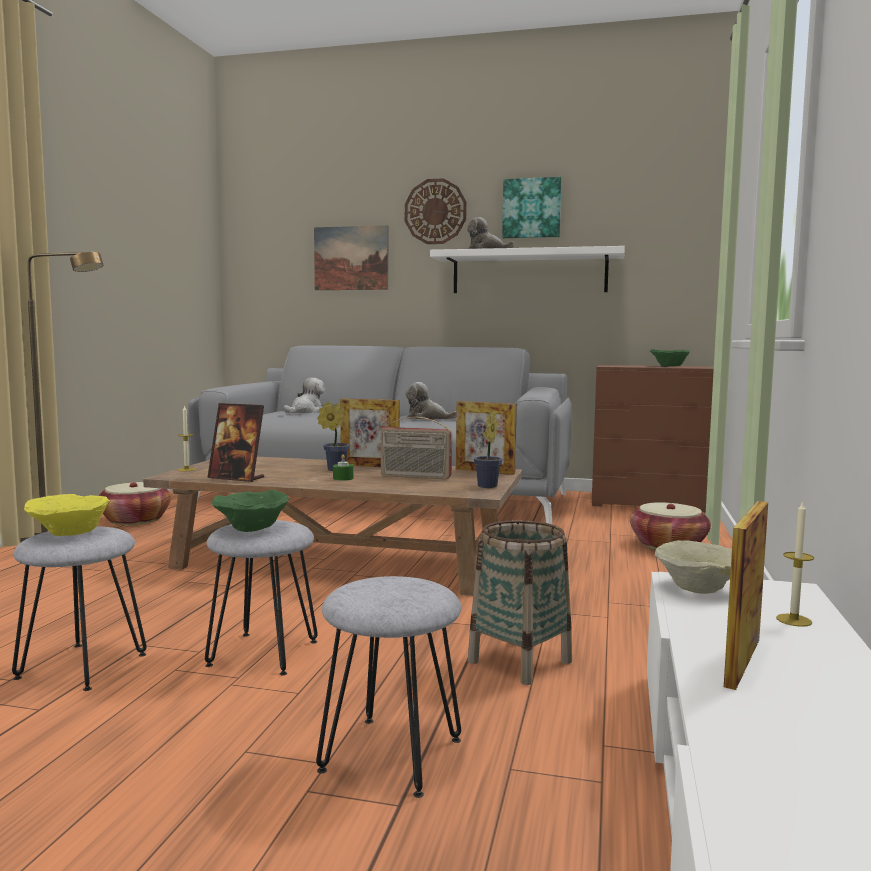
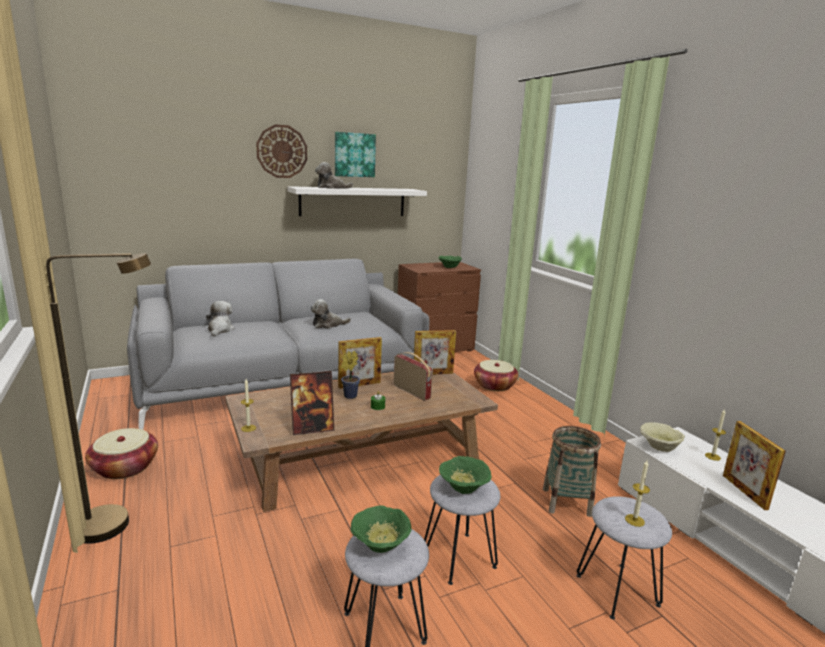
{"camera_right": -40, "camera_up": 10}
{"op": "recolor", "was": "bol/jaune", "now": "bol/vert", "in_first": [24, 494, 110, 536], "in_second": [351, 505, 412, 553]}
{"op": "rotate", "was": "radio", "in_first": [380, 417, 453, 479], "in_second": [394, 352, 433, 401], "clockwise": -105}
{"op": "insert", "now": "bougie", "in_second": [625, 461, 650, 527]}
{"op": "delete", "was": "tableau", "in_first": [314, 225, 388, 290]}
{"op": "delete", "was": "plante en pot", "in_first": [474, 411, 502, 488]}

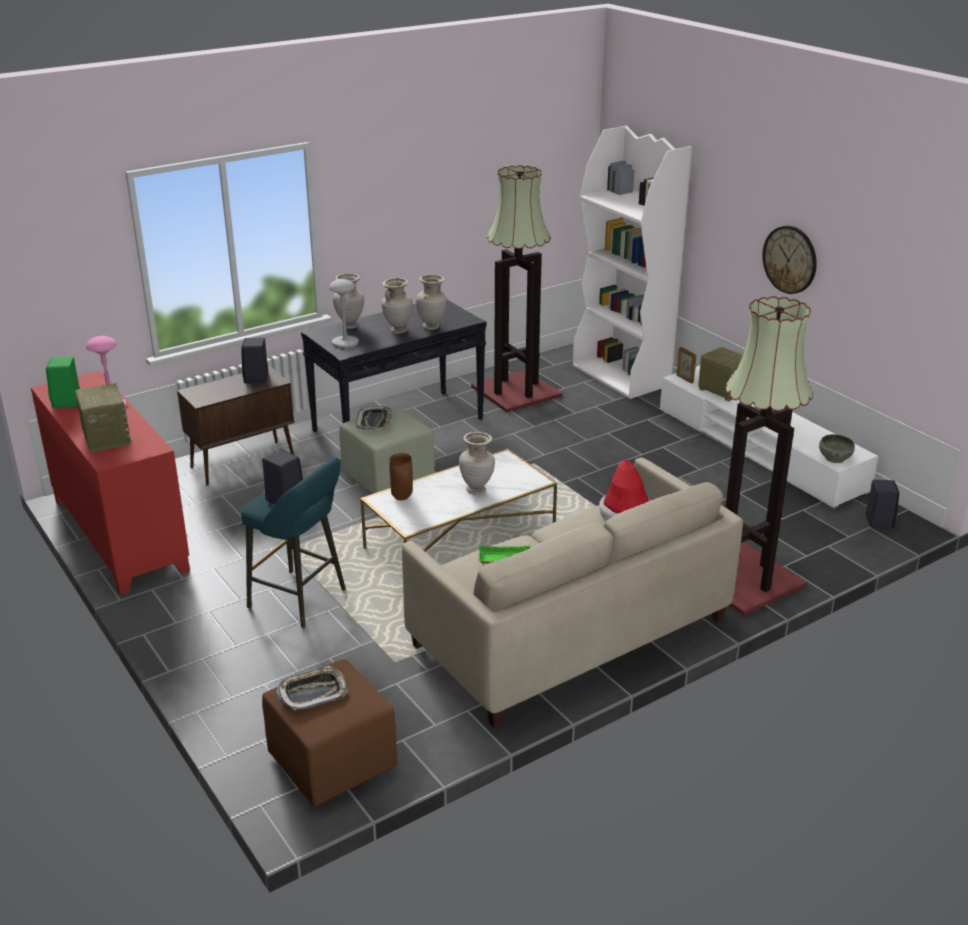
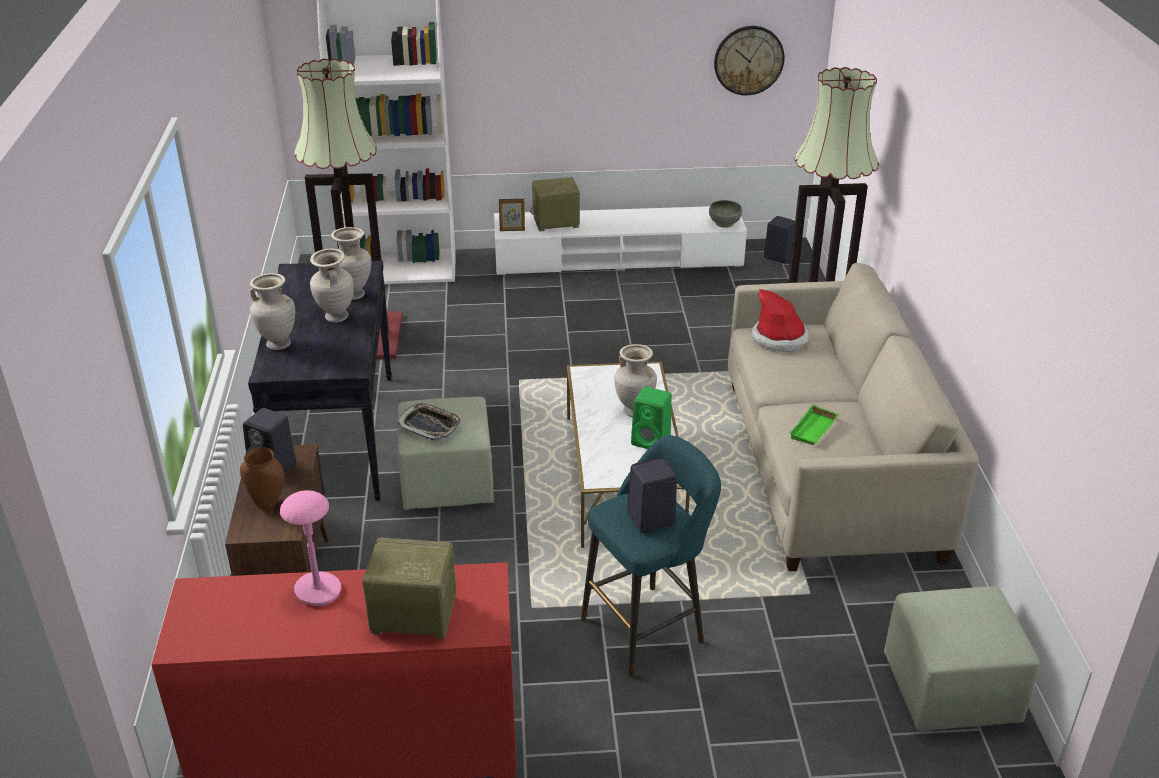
{"camera_right": -60, "camera_up": 5}
{"op": "move", "was": "vase/marron", "in_first": [389, 453, 413, 500], "in_second": [240, 447, 285, 511]}
{"op": "move", "was": "enceinte/vert", "in_first": [46, 357, 80, 408], "in_second": [631, 387, 672, 449]}
{"op": "move", "was": "horloge murale", "in_first": [762, 226, 817, 294], "in_second": [714, 26, 785, 95]}
{"op": "recolor", "was": "pouf/marron", "now": "pouf/vert", "in_first": [262, 659, 398, 807], "in_second": [884, 586, 1040, 732]}
{"op": "delete", "was": "plateau", "in_first": [276, 666, 348, 711]}
{"op": "delete", "was": "lampe de table/gris", "in_first": [329, 279, 359, 348]}

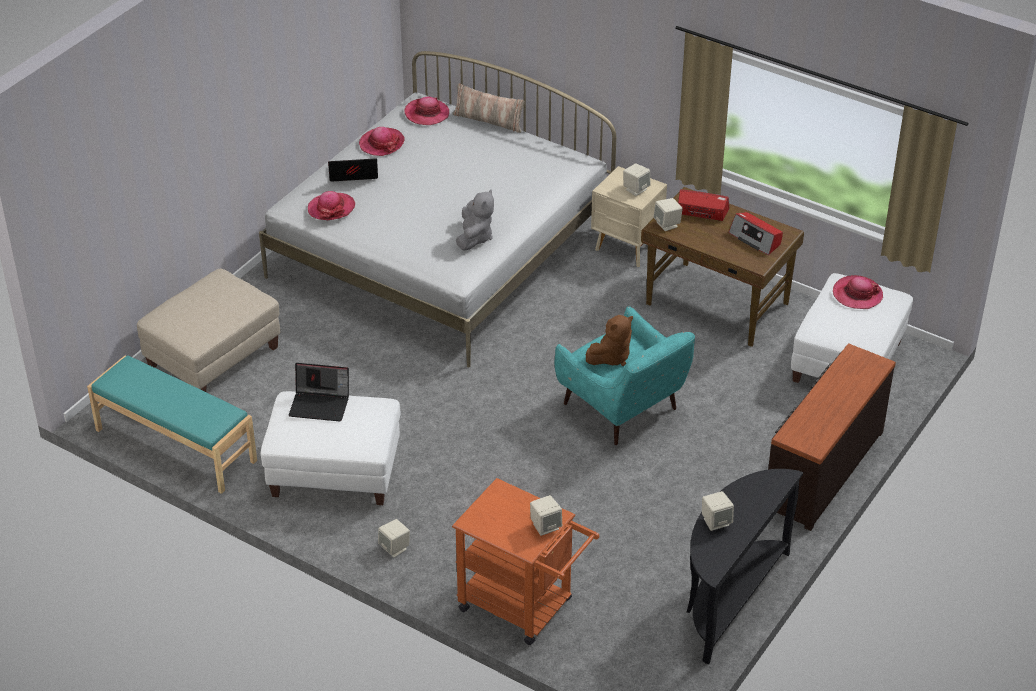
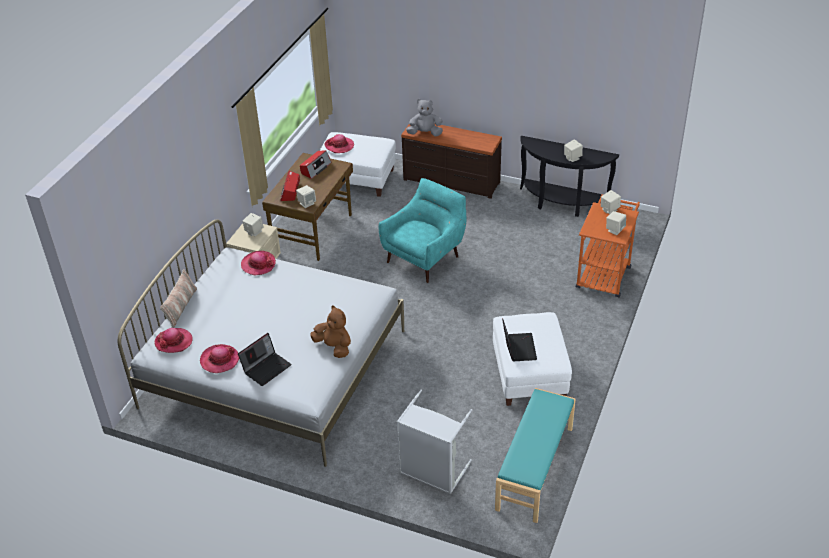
{"camera_right": -100, "camera_up": 0}
{"op": "rotate", "was": "ordinateur portable", "in_first": [328, 158, 378, 182], "in_second": [238, 333, 292, 386], "clockwise": -120}
{"op": "move", "was": "chapeau", "in_first": [308, 191, 355, 220], "in_second": [241, 251, 276, 275]}
{"op": "move", "was": "peluche/marron", "in_first": [586, 315, 633, 366], "in_second": [310, 306, 351, 358]}
{"op": "replace", "was": "pouf/beige", "now": "panier à linge/gris", "in_first": [137, 269, 280, 392], "in_second": [397, 390, 472, 494]}
{"op": "move", "was": "peluche/gris", "in_first": [456, 189, 494, 251], "in_second": [406, 99, 443, 136]}
{"op": "move", "was": "enceinte/beige", "in_first": [378, 519, 410, 558], "in_second": [606, 211, 626, 235]}

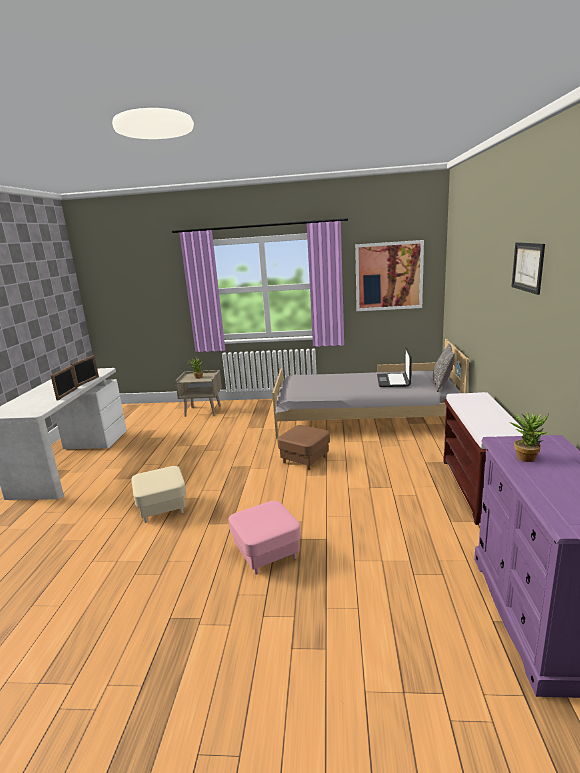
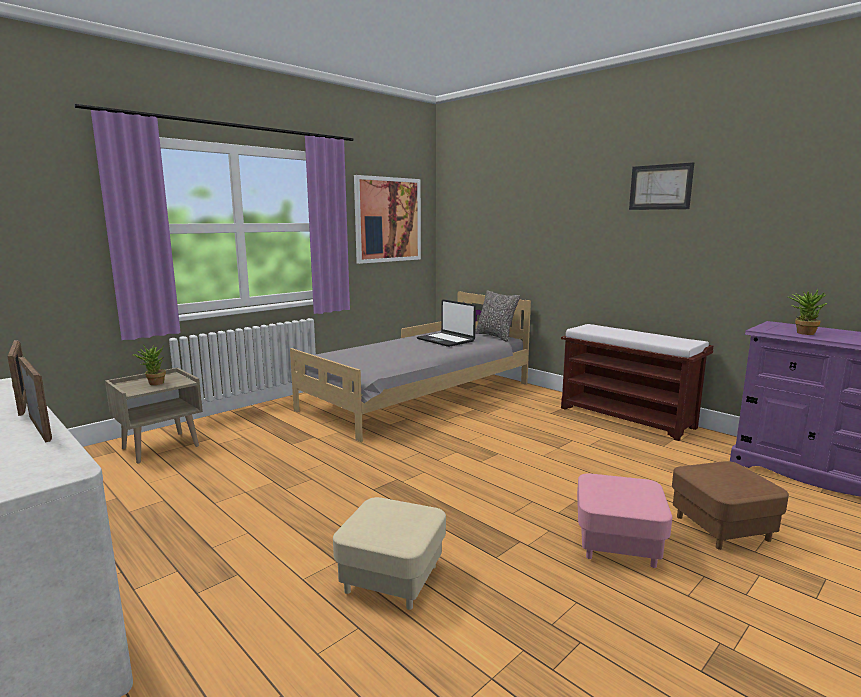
{"camera_right": -50, "camera_up": -5}
{"op": "move", "was": "pouf/marron", "in_first": [277, 425, 330, 470], "in_second": [672, 461, 789, 550]}

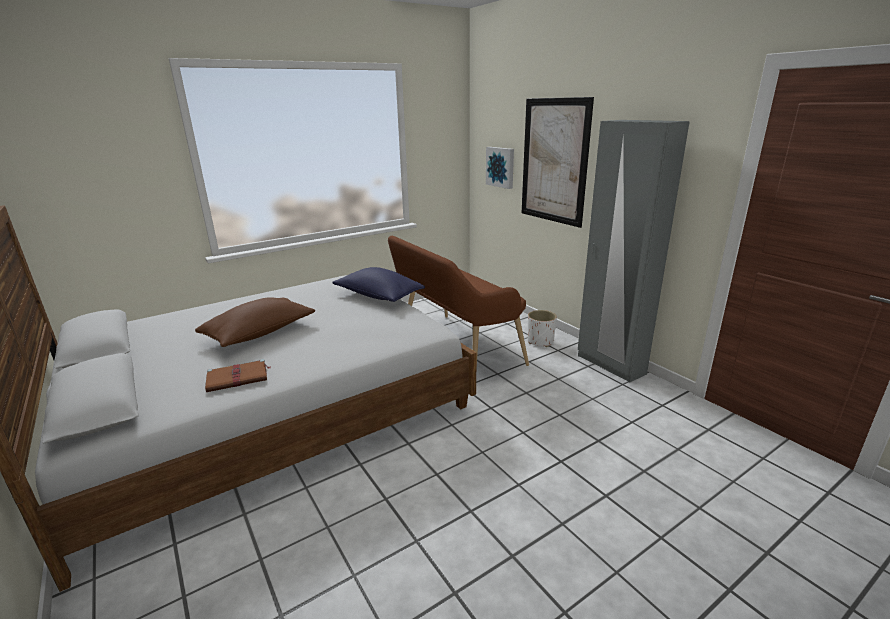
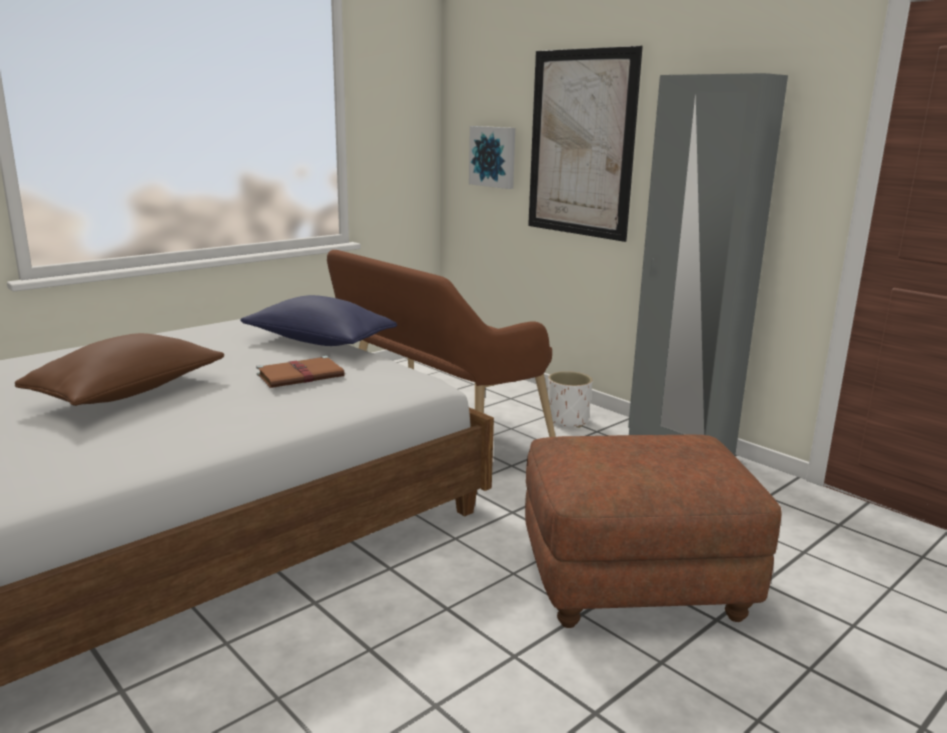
{"camera_right": -10, "camera_up": -5}
{"op": "move", "was": "livre/marron", "in_first": [205, 359, 271, 392], "in_second": [256, 356, 345, 388]}
{"op": "insert", "now": "pouf/marron", "in_second": [525, 434, 782, 628]}

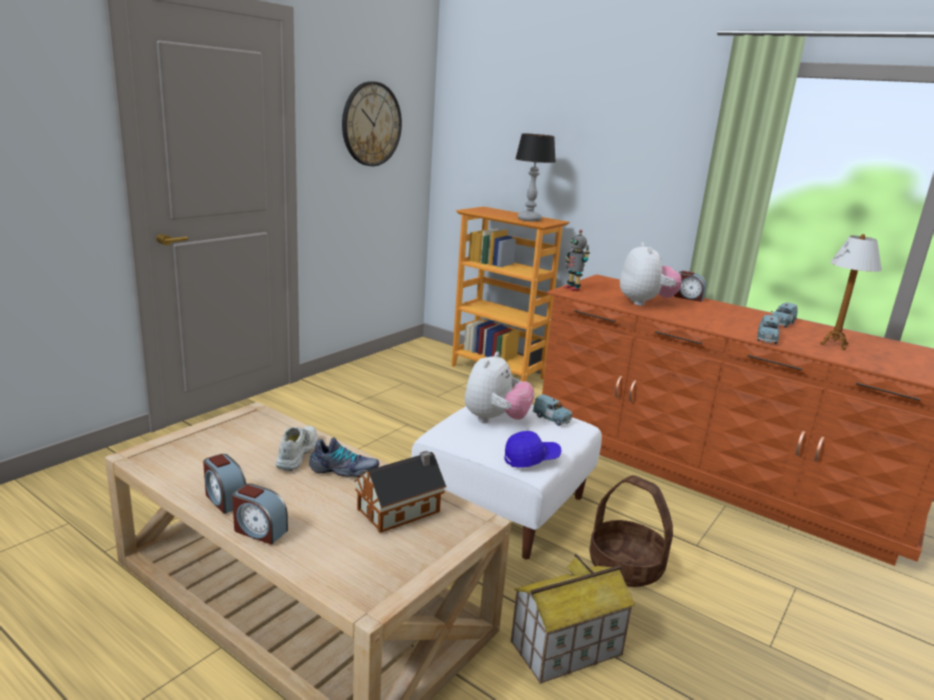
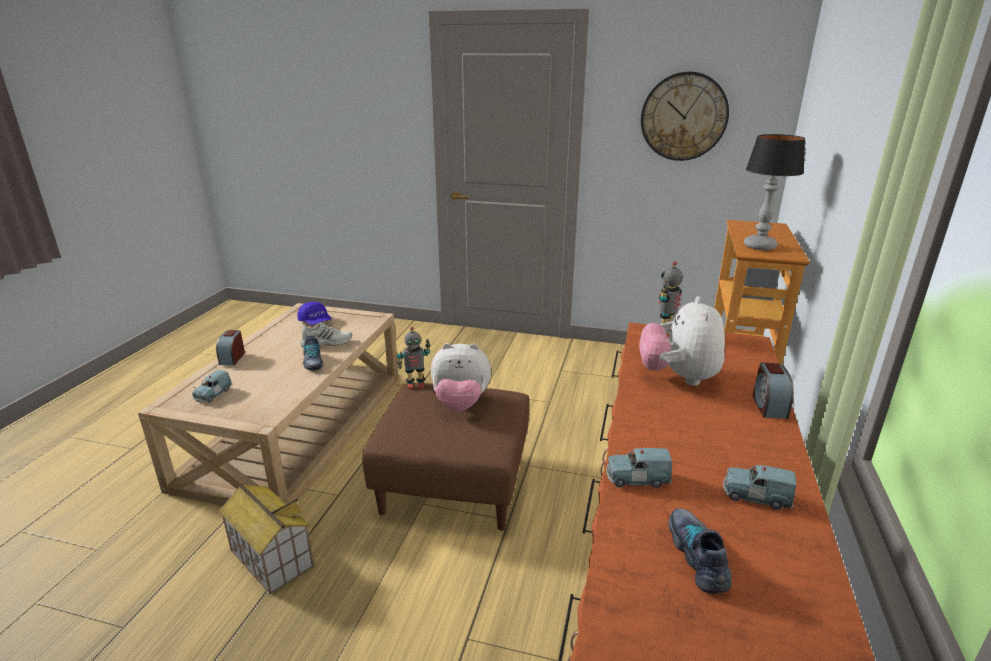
{"camera_right": 70, "camera_up": 5}
{"op": "move", "was": "petite voiture/bleu", "in_first": [533, 394, 572, 426], "in_second": [192, 370, 233, 403]}
{"op": "move", "was": "casquette/bleu", "in_first": [504, 431, 562, 468], "in_second": [298, 302, 332, 325]}
{"op": "recolor", "was": "pouf/blanc", "now": "pouf/marron", "in_first": [411, 405, 602, 560], "in_second": [362, 383, 529, 531]}
{"op": "insert", "now": "robot jouet", "in_second": [397, 327, 430, 389]}
{"op": "rotate", "was": "peluche", "in_first": [620, 242, 682, 306], "in_second": [639, 296, 725, 386], "clockwise": 120}
{"op": "replace", "was": "lampe de table", "now": "chaussure", "in_first": [820, 234, 882, 350], "in_second": [669, 508, 732, 594]}
{"op": "delete", "was": "réveil", "in_first": [203, 454, 246, 514]}
{"op": "delete", "was": "maison miniature", "in_first": [354, 451, 446, 533]}
{"op": "delete", "was": "panier", "in_first": [589, 475, 673, 587]}

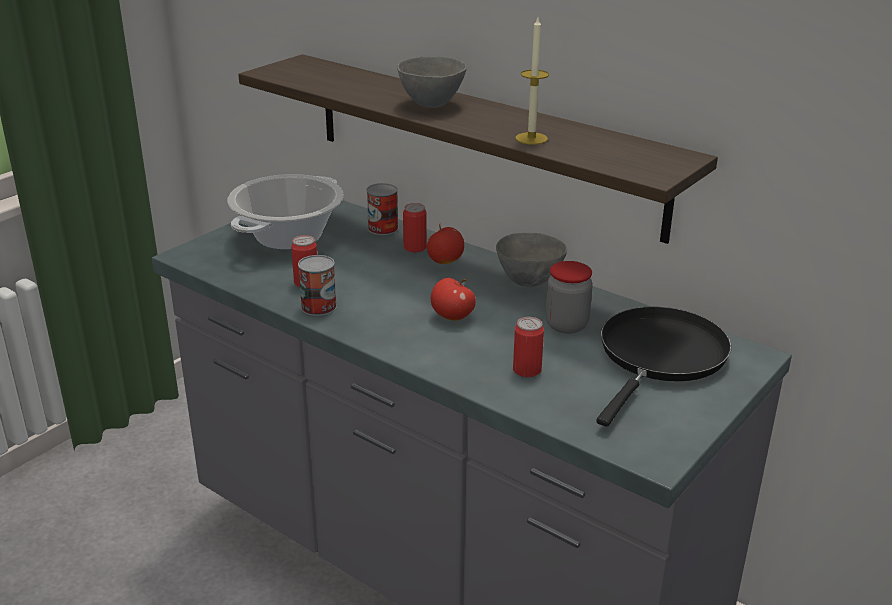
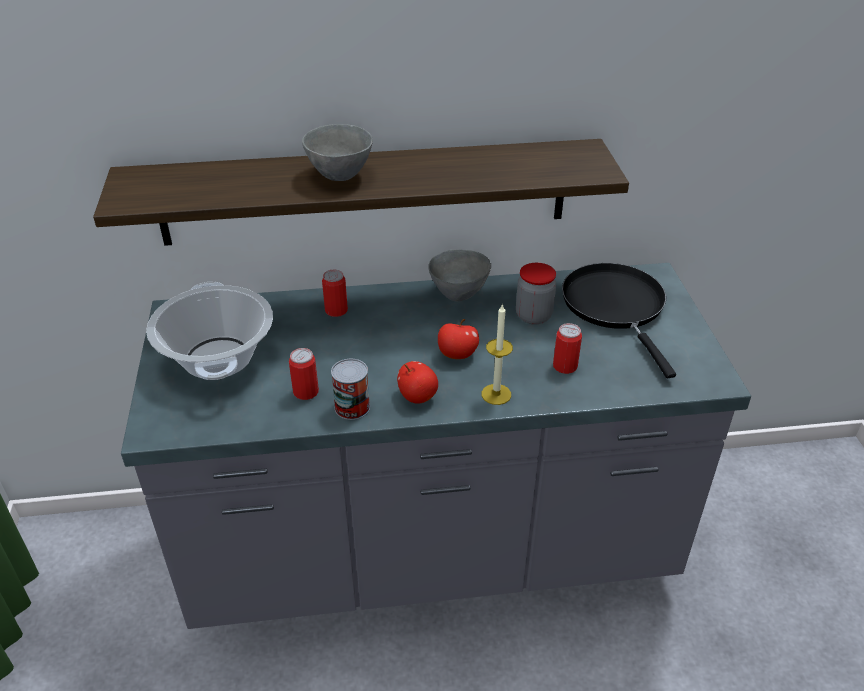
{"camera_right": -45, "camera_up": 10}
{"op": "move", "was": "pomme", "in_first": [427, 223, 464, 264], "in_second": [397, 361, 438, 404]}
{"op": "move", "was": "bougie", "in_first": [516, 17, 549, 145], "in_second": [482, 304, 513, 405]}
{"op": "delete", "was": "boîte métallique", "in_first": [366, 183, 398, 235]}

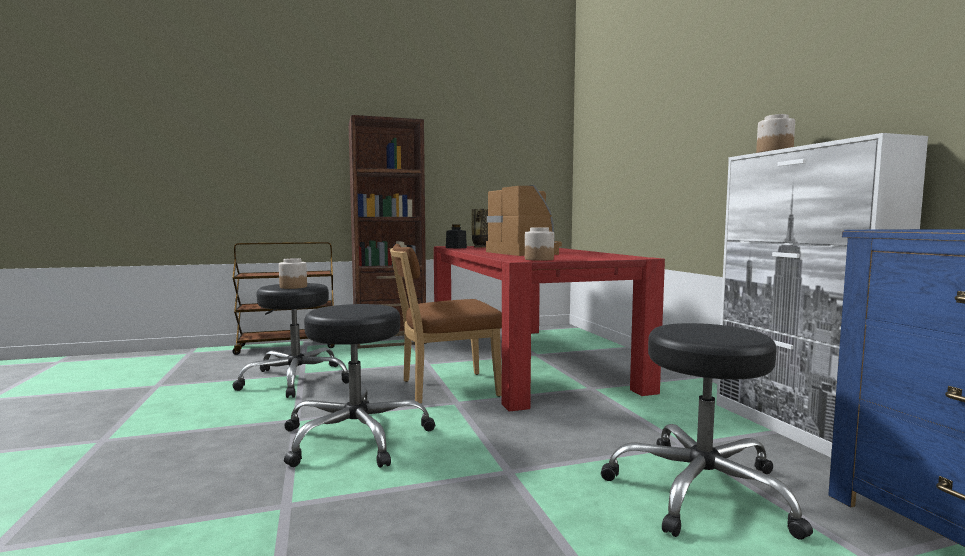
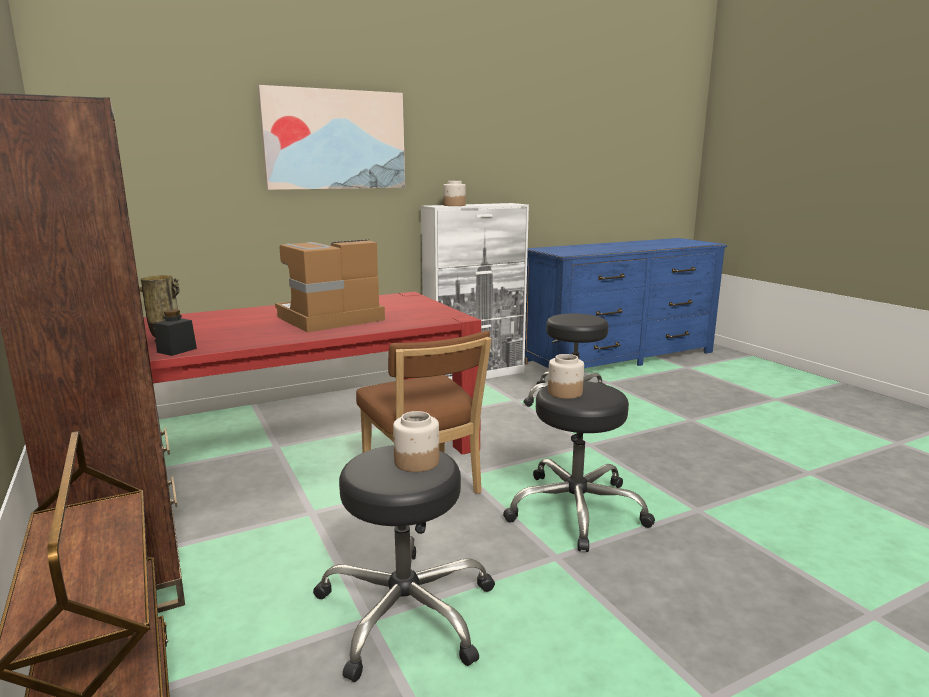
{"camera_right": -100, "camera_up": 10}
{"op": "insert", "now": "tableau", "in_second": [258, 85, 405, 190]}
{"op": "move", "was": "bocal", "in_first": [525, 228, 554, 261], "in_second": [548, 354, 584, 399]}

